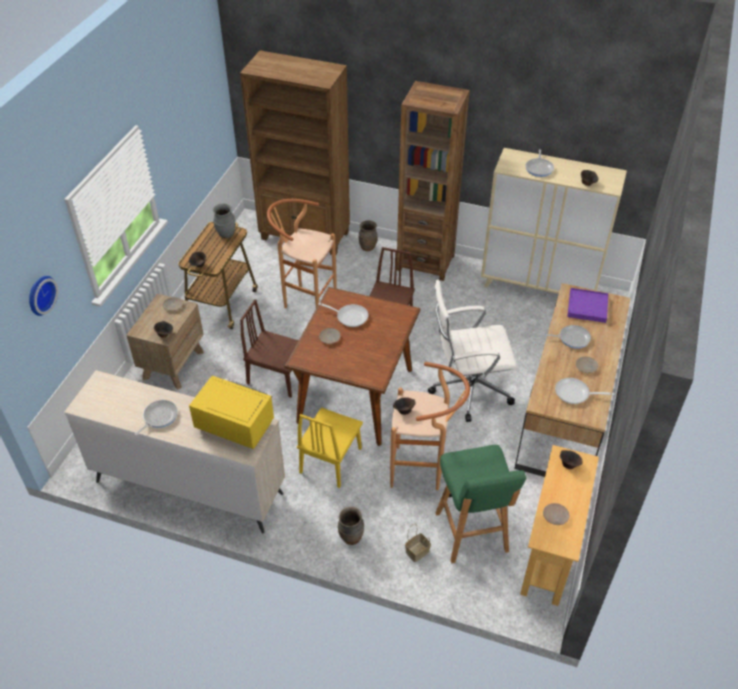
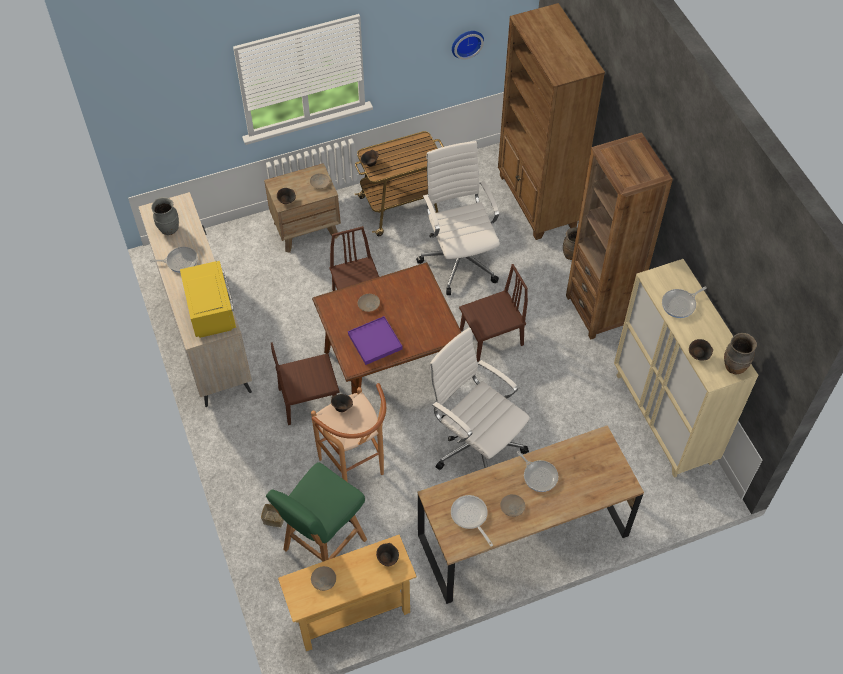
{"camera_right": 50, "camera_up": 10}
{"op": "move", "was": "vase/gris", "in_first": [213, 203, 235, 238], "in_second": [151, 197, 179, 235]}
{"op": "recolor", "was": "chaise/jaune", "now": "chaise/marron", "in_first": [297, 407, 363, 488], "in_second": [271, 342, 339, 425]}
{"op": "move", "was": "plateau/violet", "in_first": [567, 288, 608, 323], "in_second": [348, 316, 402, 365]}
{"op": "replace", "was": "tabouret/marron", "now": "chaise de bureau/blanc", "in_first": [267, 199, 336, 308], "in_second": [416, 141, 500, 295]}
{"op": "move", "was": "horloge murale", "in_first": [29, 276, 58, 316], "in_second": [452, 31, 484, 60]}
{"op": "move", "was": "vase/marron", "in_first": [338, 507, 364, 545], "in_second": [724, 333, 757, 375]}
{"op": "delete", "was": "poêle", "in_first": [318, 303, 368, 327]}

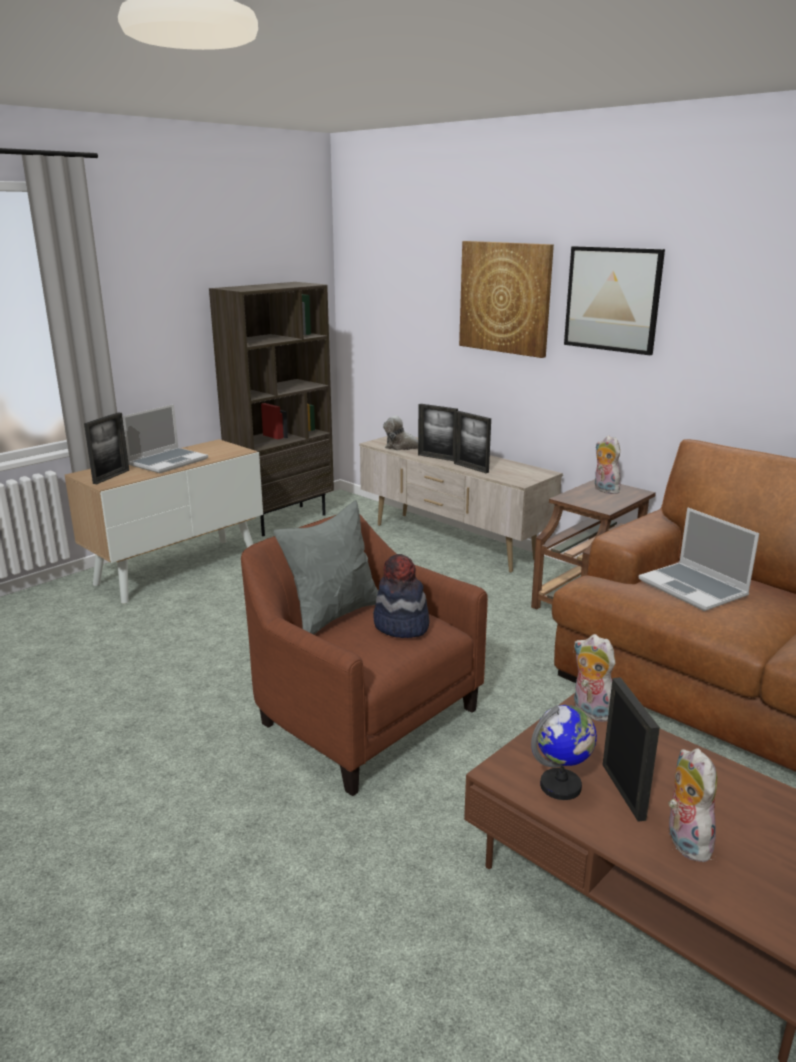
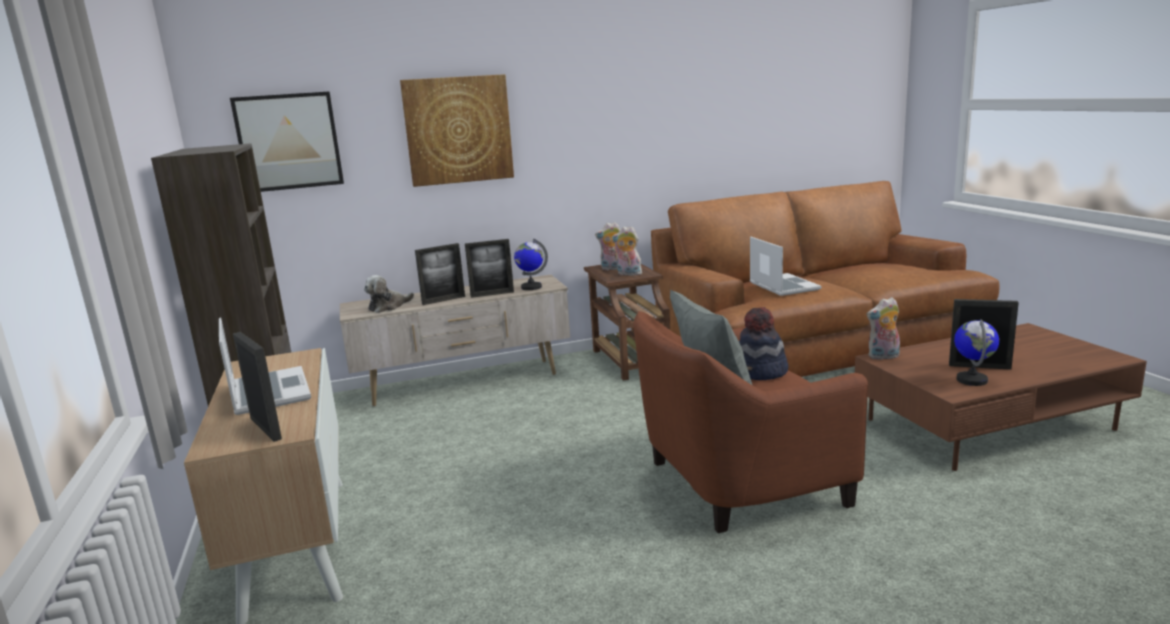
{"camera_right": -60, "camera_up": -5}
{"op": "move", "was": "tableau", "in_first": [564, 246, 665, 355], "in_second": [230, 92, 344, 192]}
{"op": "insert", "now": "globe", "in_second": [514, 239, 548, 290]}
{"op": "move", "was": "peluche", "in_first": [668, 748, 717, 862], "in_second": [612, 226, 642, 276]}
{"op": "rotate", "was": "ordinateur portable", "in_first": [639, 507, 759, 611], "in_second": [750, 237, 822, 296], "clockwise": -105}

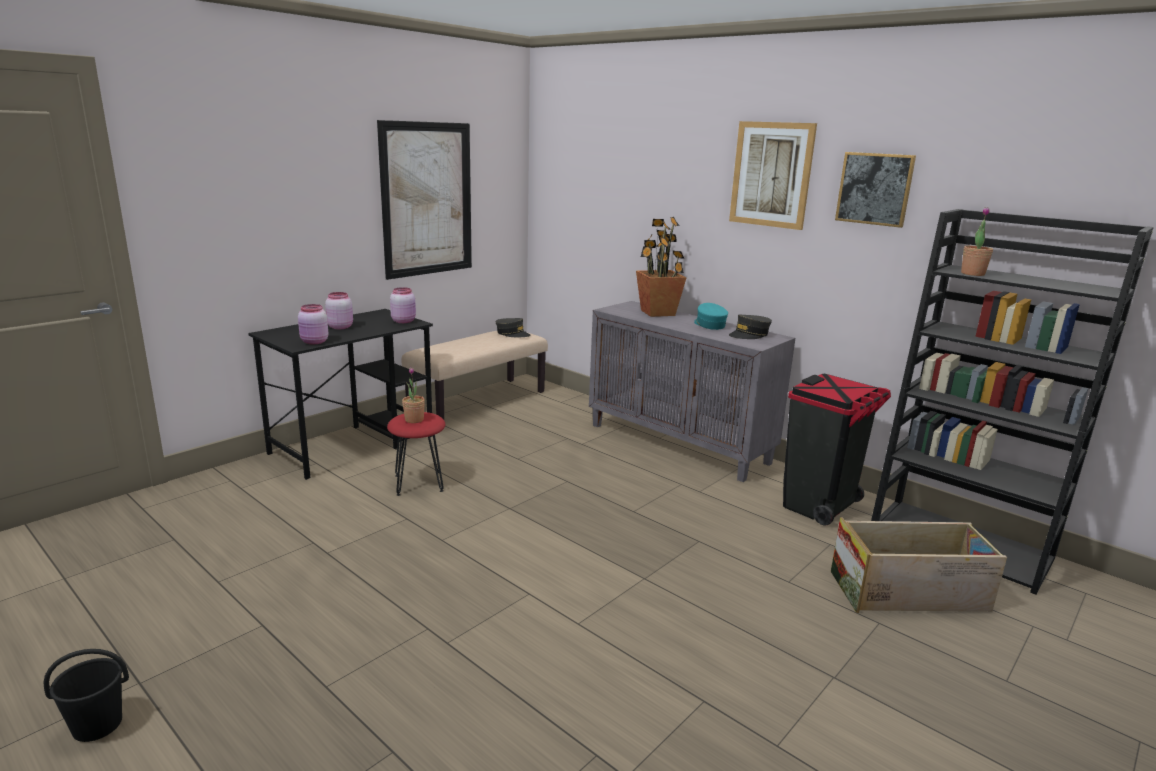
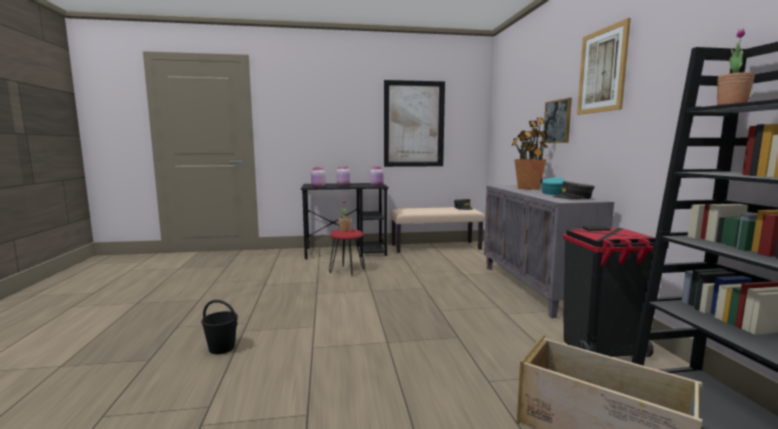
{"camera_right": 40, "camera_up": -10}
{"op": "move", "was": "seau/noir", "in_first": [43, 649, 129, 742], "in_second": [201, 300, 238, 354]}
{"op": "move", "was": "tableau", "in_first": [835, 152, 916, 228], "in_second": [543, 98, 572, 143]}

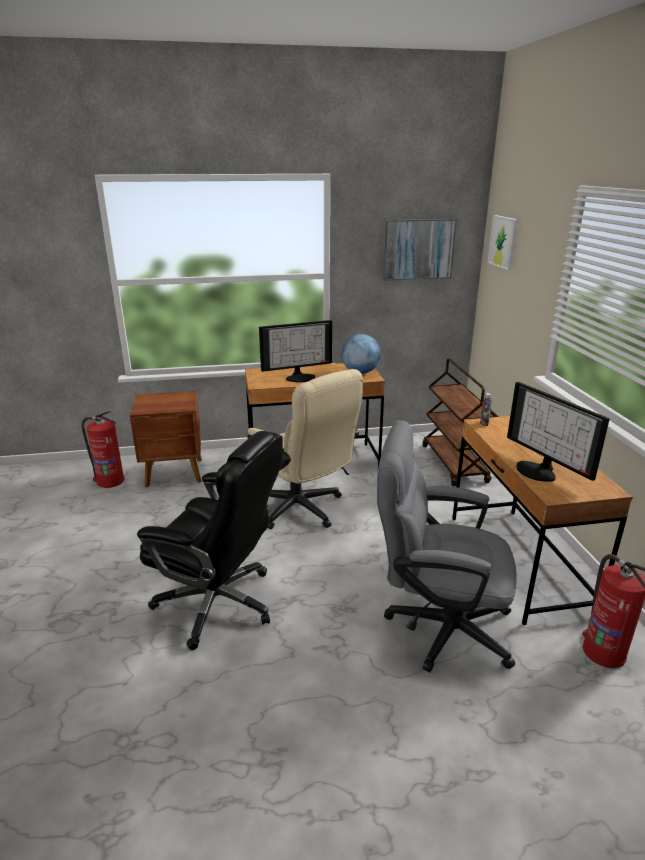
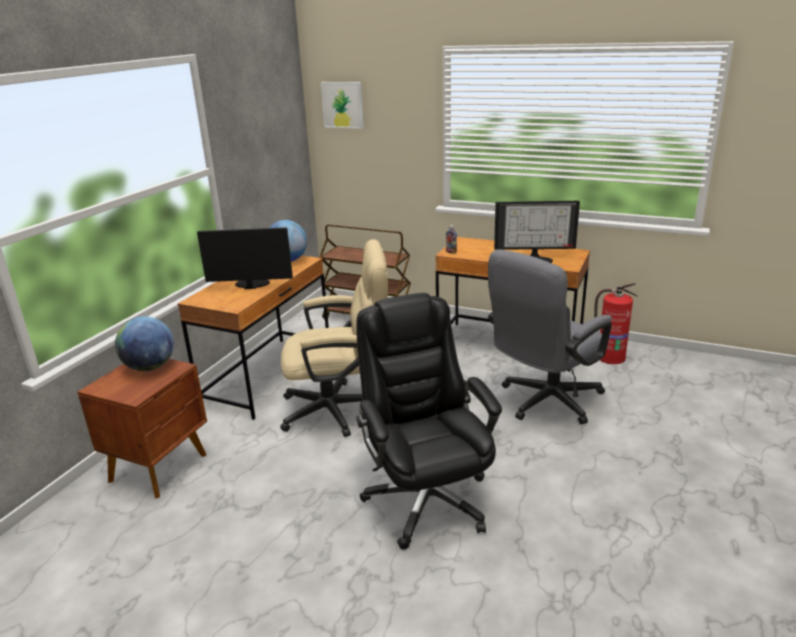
{"camera_right": -55, "camera_up": 0}
{"op": "insert", "now": "globe", "in_second": [115, 316, 174, 371]}
{"op": "rotate", "was": "écran d'ordinateur", "in_first": [259, 320, 332, 382], "in_second": [197, 227, 293, 289], "clockwise": -105}
{"op": "rotate", "was": "chaise de bureau/noir", "in_first": [137, 431, 283, 650], "in_second": [356, 293, 502, 550], "clockwise": -75}
{"op": "delete", "was": "extincteur", "in_first": [82, 411, 124, 488]}
{"op": "delete", "was": "tableau", "in_first": [383, 219, 457, 281]}

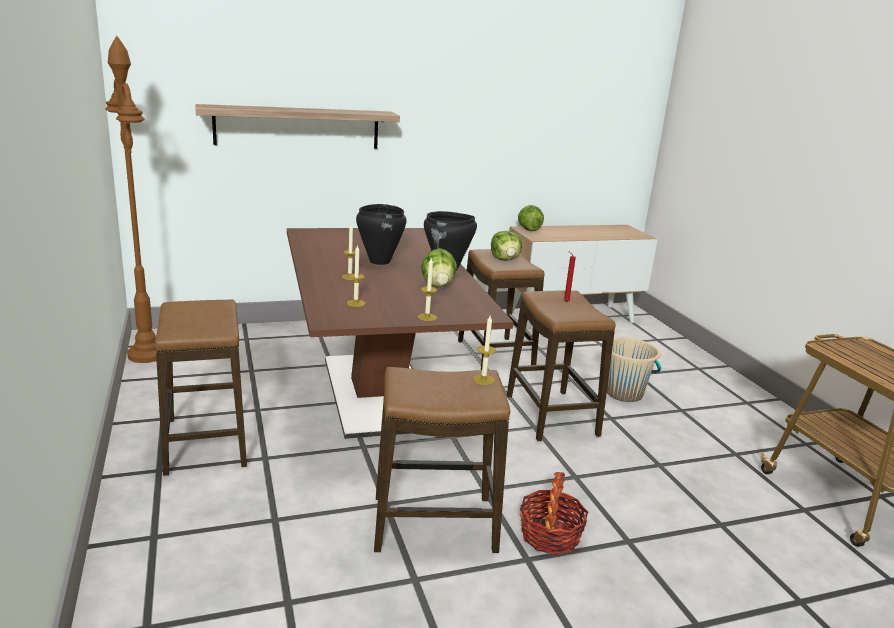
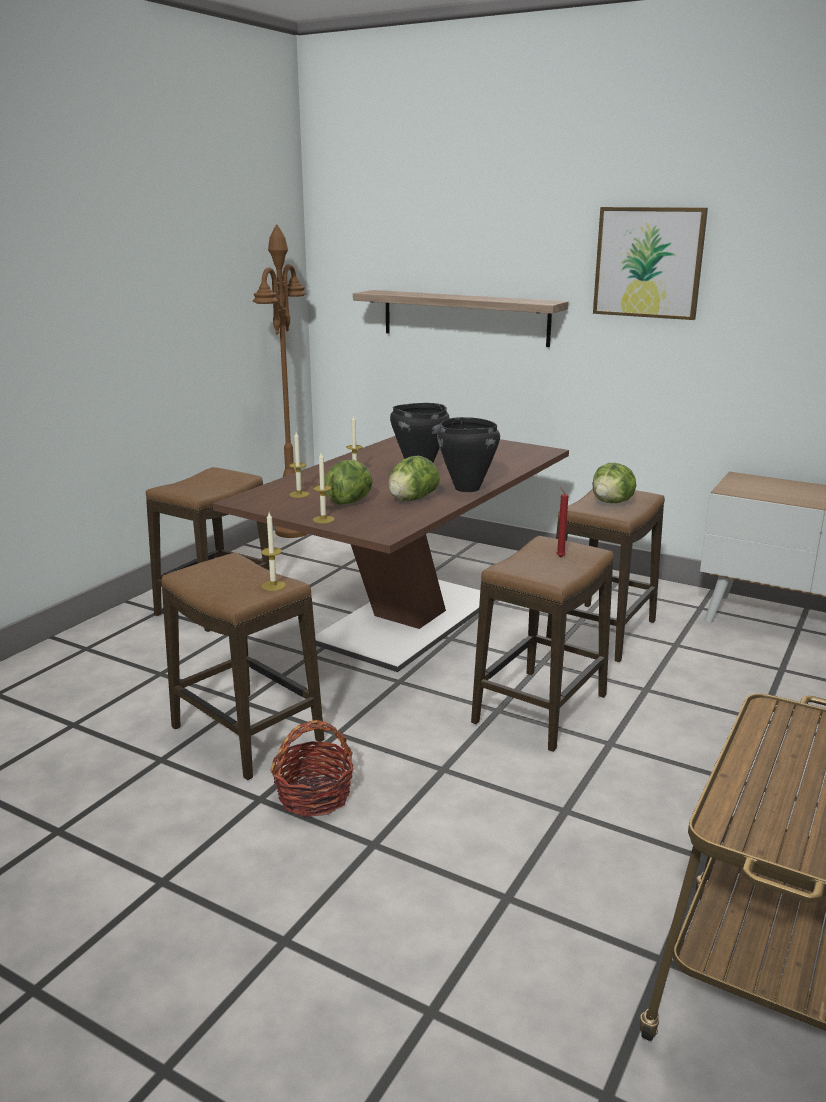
{"camera_right": 50, "camera_up": 0}
{"op": "move", "was": "laitue", "in_first": [518, 205, 544, 231], "in_second": [324, 460, 373, 504]}
{"op": "insert", "now": "tableau", "in_second": [593, 207, 708, 320]}
{"op": "delete", "was": "seau/beige", "in_first": [607, 337, 661, 402]}

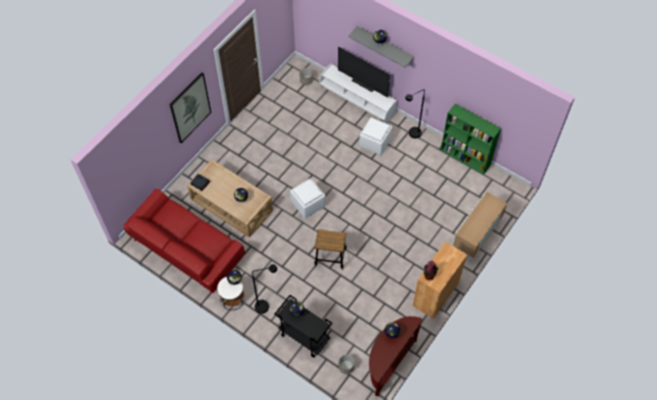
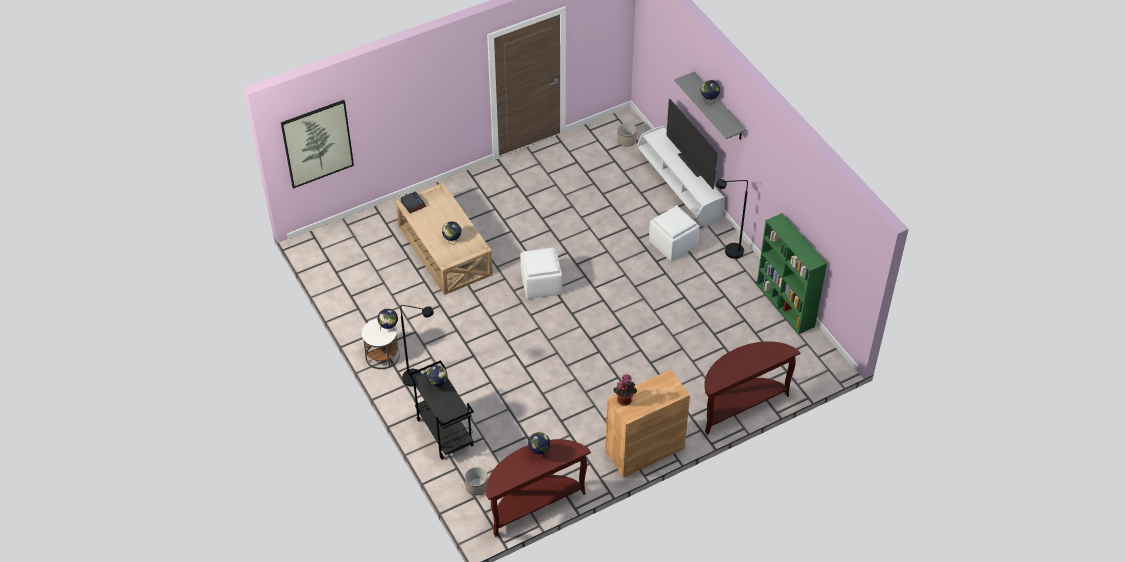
{"camera_right": 25, "camera_up": -10}
{"op": "move", "was": "tableau", "in_first": [170, 73, 211, 143], "in_second": [281, 100, 354, 189]}
{"op": "replace", "was": "meuble de rangement", "now": "table console/marron", "in_first": [452, 192, 507, 262], "in_second": [704, 341, 800, 435]}
{"op": "delete", "was": "canapé/rouge", "in_first": [123, 189, 246, 294]}
{"op": "delete", "was": "tabouret", "in_first": [314, 229, 347, 270]}

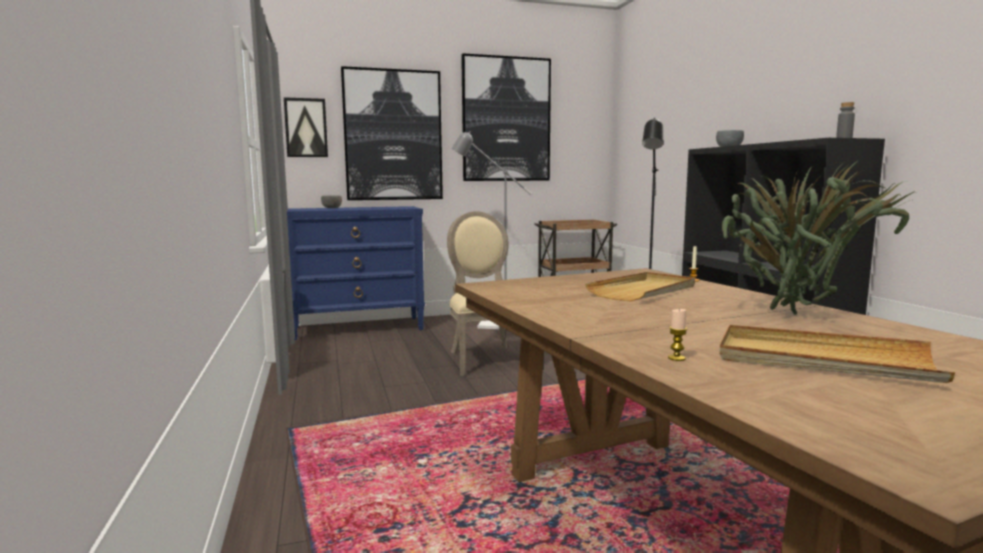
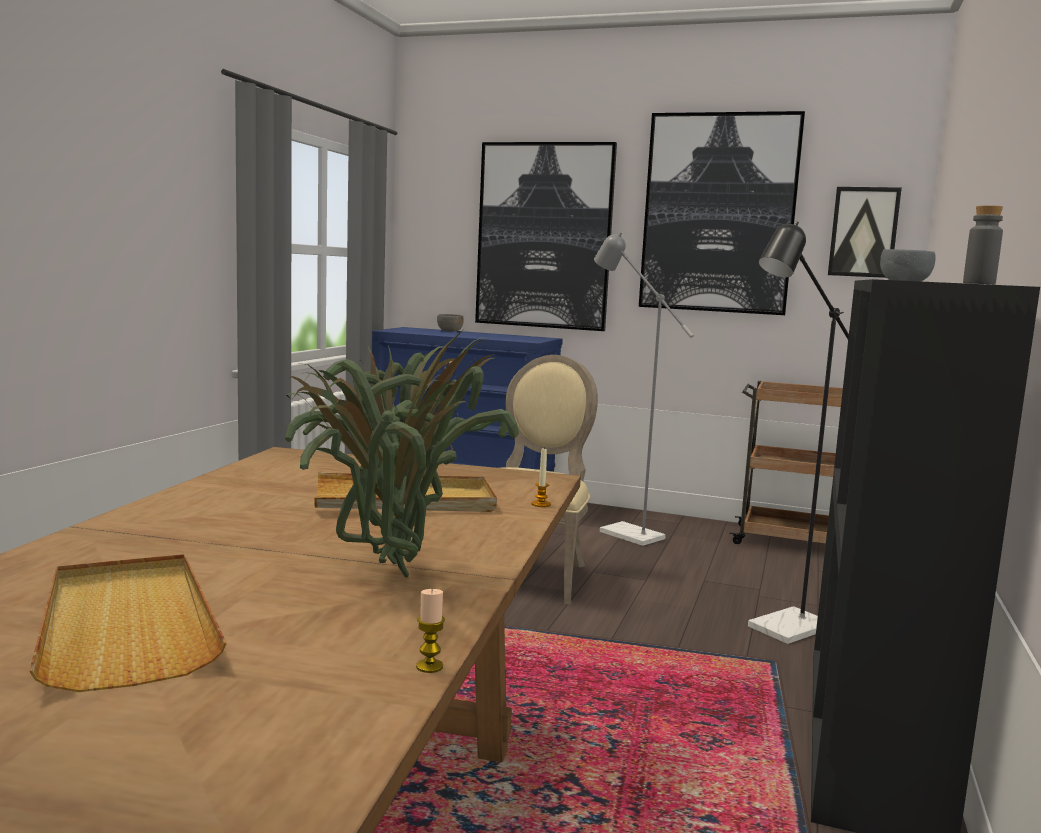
{"camera_right": 35, "camera_up": 0}
{"op": "move", "was": "bougie", "in_first": [668, 309, 687, 361], "in_second": [416, 589, 445, 673]}
{"op": "move", "was": "tableau", "in_first": [284, 97, 328, 157], "in_second": [828, 187, 902, 278]}

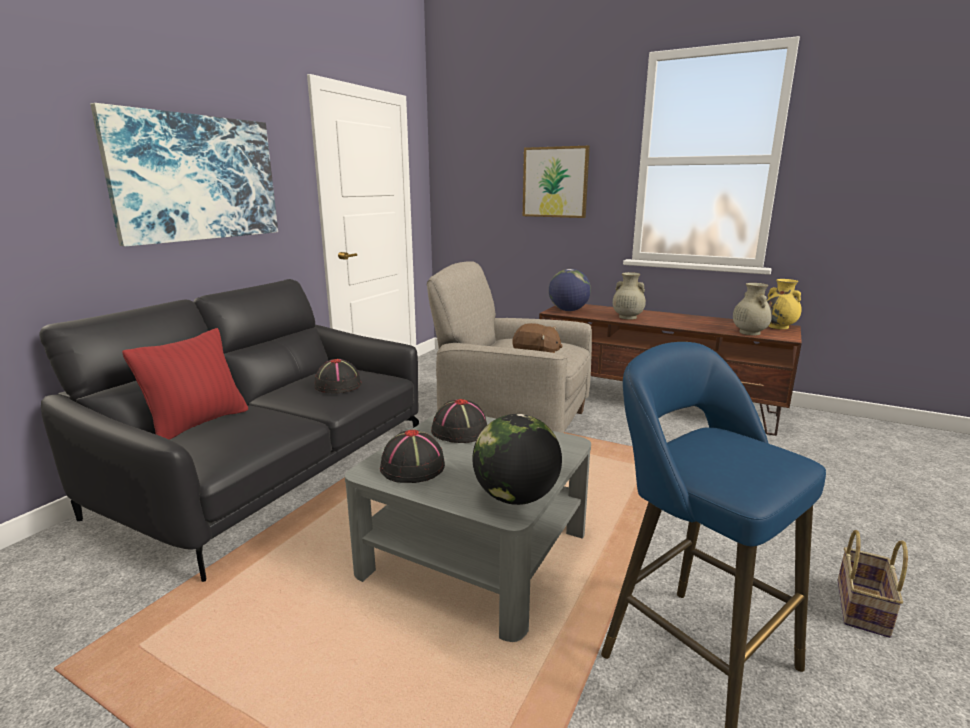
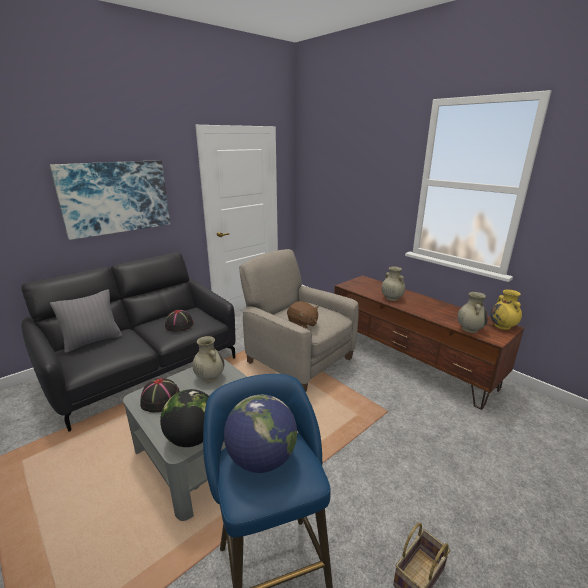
{"camera_right": 20, "camera_up": 5}
{"op": "recolor", "was": "coussin/rouge", "now": "coussin/gris", "in_first": [122, 328, 248, 440], "in_second": [50, 289, 122, 353]}
{"op": "replace", "was": "chapeau/noir", "now": "vase/beige", "in_first": [431, 399, 487, 443], "in_second": [192, 336, 224, 382]}
{"op": "move", "was": "globe", "in_first": [549, 269, 591, 311], "in_second": [224, 395, 297, 473]}
{"op": "delete", "was": "tableau", "in_first": [523, 146, 590, 218]}

